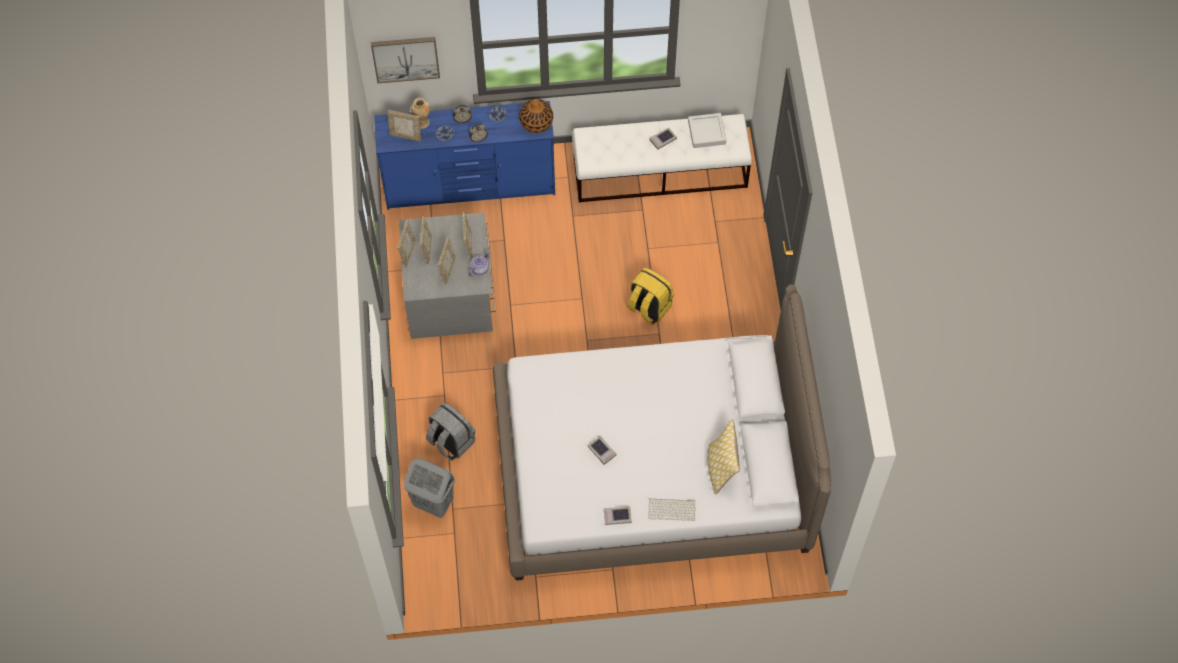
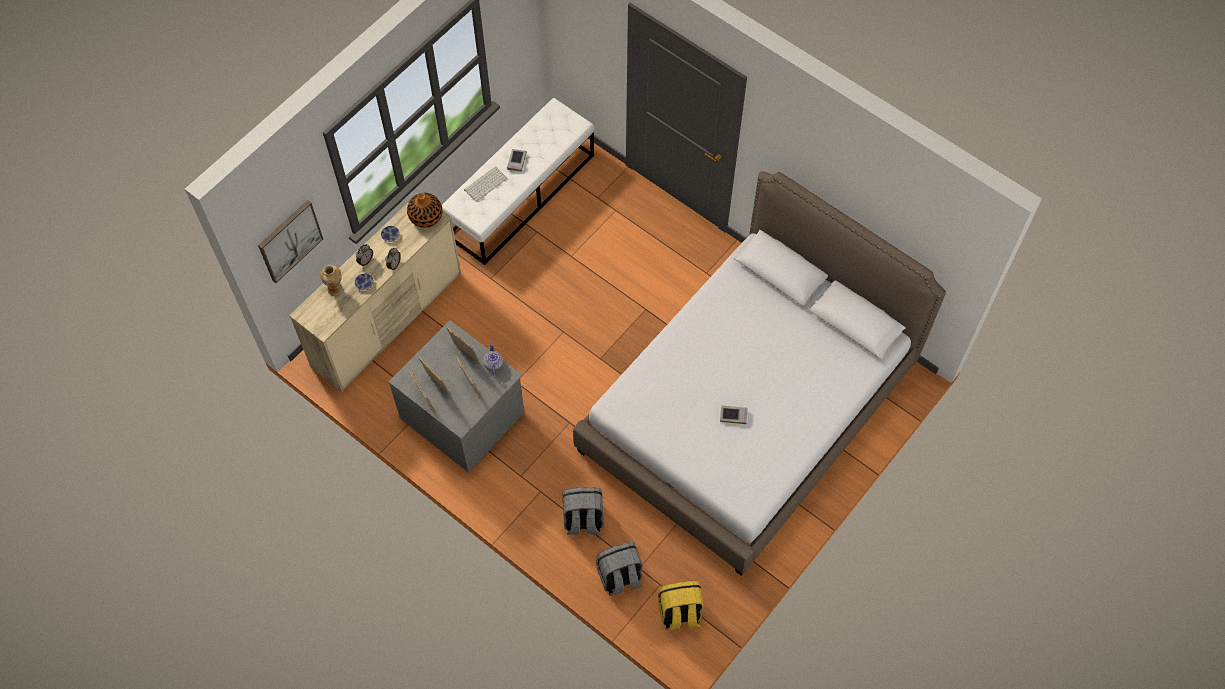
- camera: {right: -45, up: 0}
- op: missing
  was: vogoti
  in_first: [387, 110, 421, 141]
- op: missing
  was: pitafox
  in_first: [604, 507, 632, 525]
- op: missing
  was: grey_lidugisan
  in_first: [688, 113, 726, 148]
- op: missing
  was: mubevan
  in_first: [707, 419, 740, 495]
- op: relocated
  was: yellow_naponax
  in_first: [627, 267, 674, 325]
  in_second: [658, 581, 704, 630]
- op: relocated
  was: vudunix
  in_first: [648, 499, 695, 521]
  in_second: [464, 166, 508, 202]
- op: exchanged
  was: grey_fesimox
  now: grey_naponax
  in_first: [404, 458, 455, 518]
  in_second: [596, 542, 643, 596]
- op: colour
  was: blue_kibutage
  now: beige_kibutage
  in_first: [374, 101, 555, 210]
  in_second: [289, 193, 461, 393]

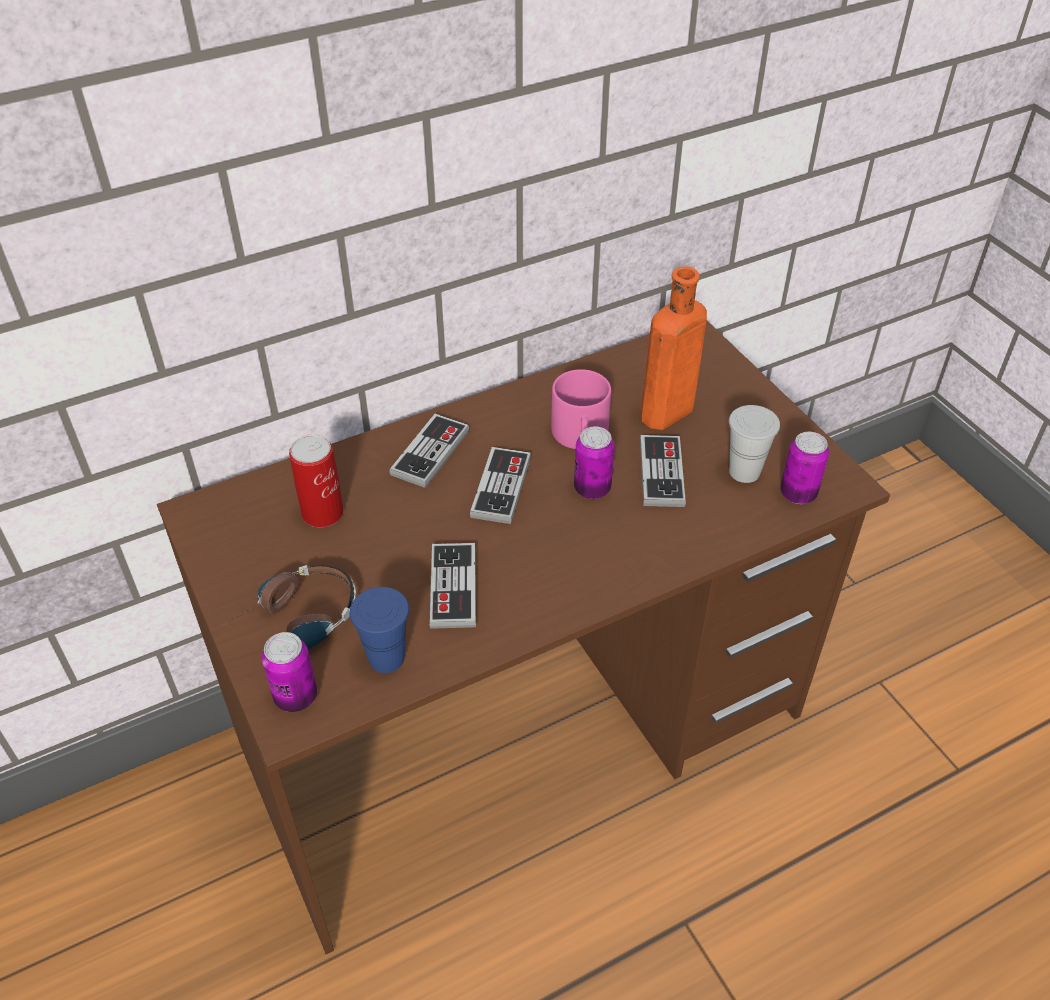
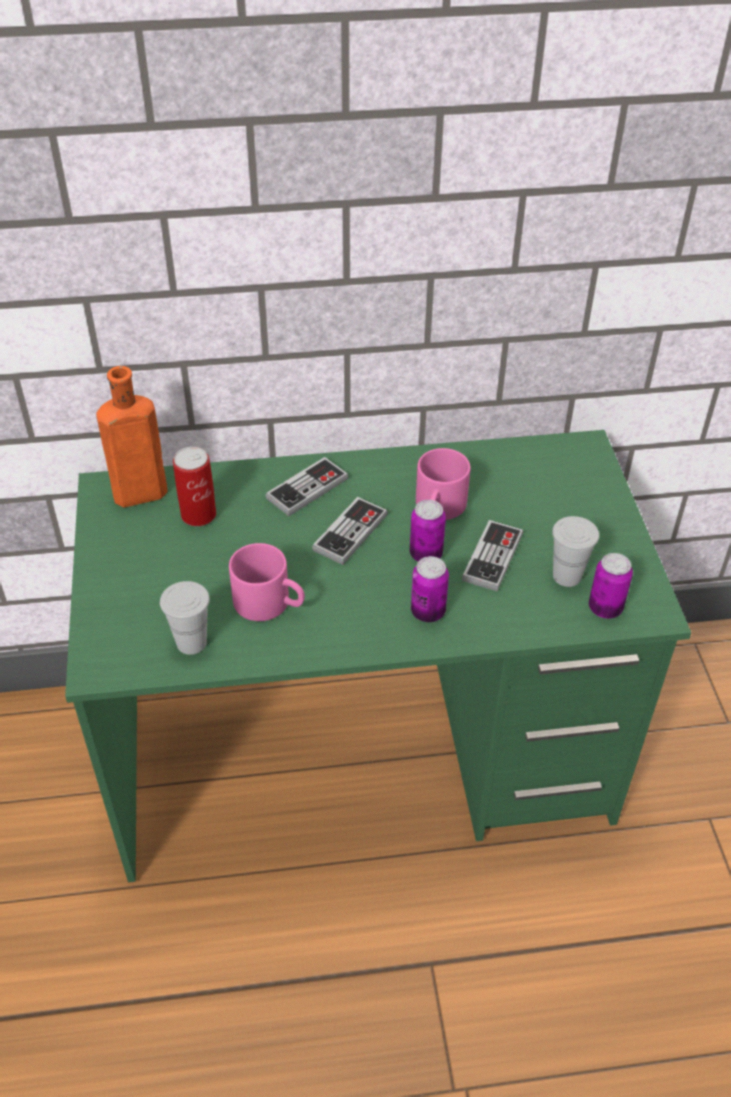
- camera: {right: 20, up: 0}
- op: missing
  was: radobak
  in_first: [222, 565, 356, 649]
- op: relocated
  was: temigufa
  in_first: [262, 632, 317, 712]
  in_second: [411, 556, 449, 622]
- op: relocated
  was: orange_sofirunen
  in_first: [641, 266, 707, 430]
  in_second: [96, 366, 168, 507]
- op: exchanged
  was: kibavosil
  now: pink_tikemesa
  in_first: [429, 543, 476, 629]
  in_second: [229, 543, 305, 621]
- op: colour
  was: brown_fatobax
  now: green_fatobax
  in_first: [157, 321, 890, 954]
  in_second: [65, 430, 691, 883]
- op: colour
  was: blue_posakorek
  now: white_posakorek
  in_first: [350, 587, 409, 673]
  in_second: [160, 581, 210, 655]

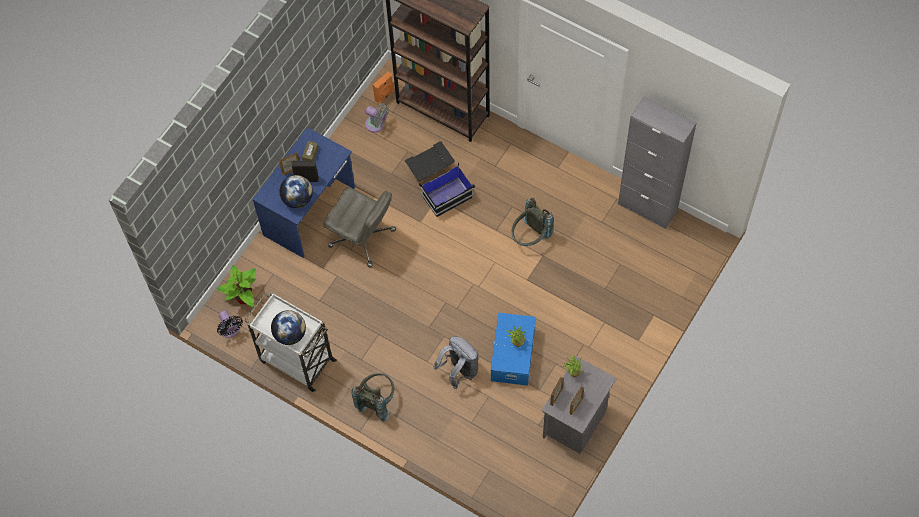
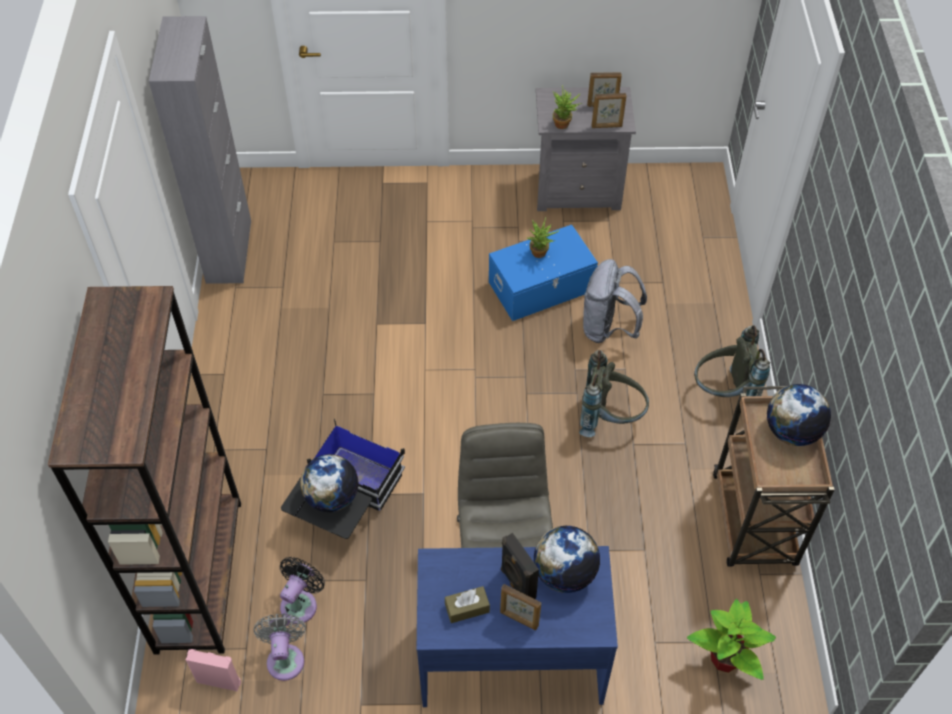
- camera: {right: -125, up: -10}
- op: appeared
  now: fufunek
  in_second: [300, 454, 359, 512]
- op: relocated
  was: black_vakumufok
  in_first: [217, 310, 243, 338]
  in_second: [280, 557, 325, 624]
- op: relocated
  was: grey_naponax
  in_first: [512, 198, 554, 246]
  in_second: [579, 350, 649, 437]
- op: colour
  was: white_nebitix
  now: brown_nebitix
  in_first: [244, 292, 337, 392]
  in_second: [713, 386, 835, 567]
- op: colour
  was: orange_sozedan
  now: pink_sozedan
  in_first: [373, 72, 394, 104]
  in_second: [186, 649, 241, 691]

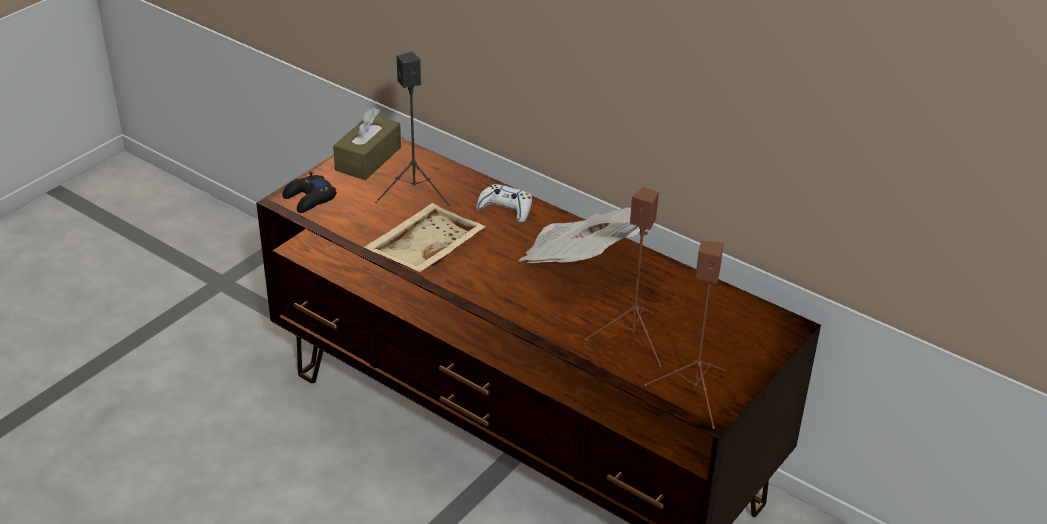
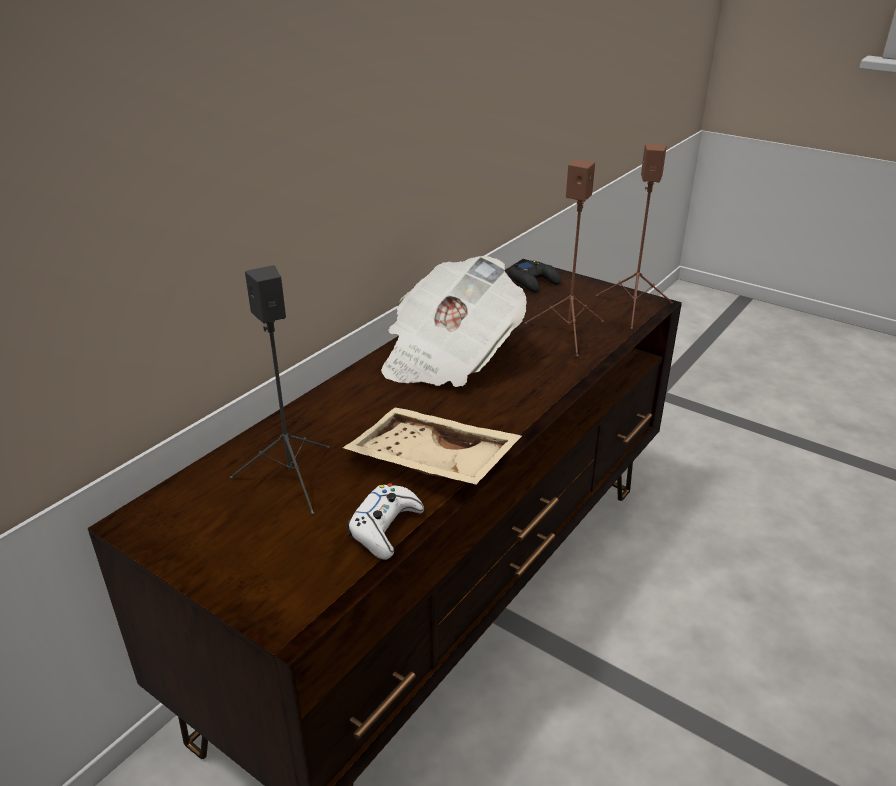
- camera: {right: -90, up: -5}
- op: missing
  was: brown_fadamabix
  in_first: [333, 108, 401, 180]
- op: relocated
  was: black_kibavosil
  in_first: [282, 172, 337, 213]
  in_second: [508, 261, 561, 293]
- op: relocated
  was: white_kibavosil
  in_first: [476, 184, 532, 223]
  in_second: [347, 483, 424, 560]

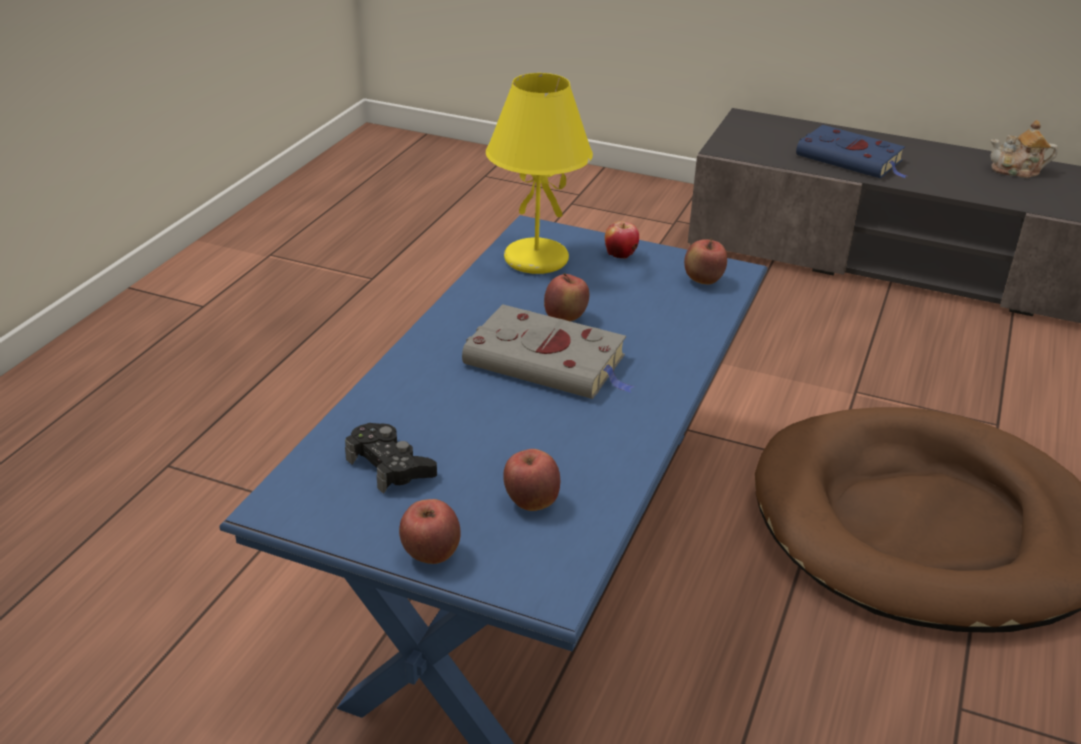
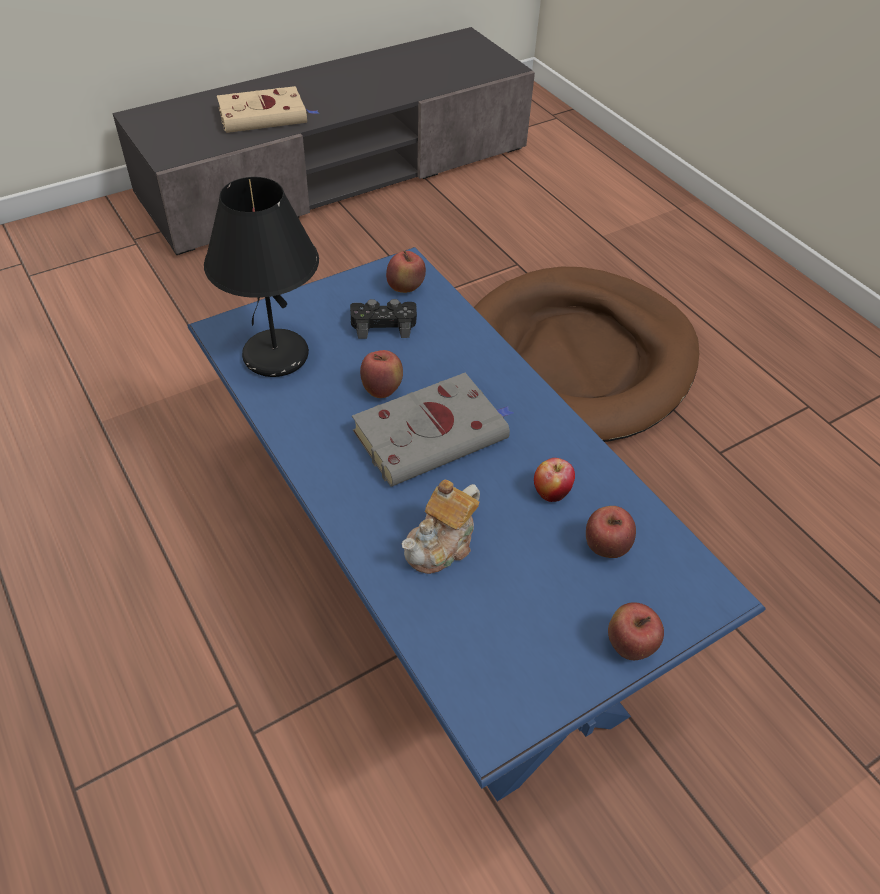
- camera: {right: -55, up: 15}
- op: relocated
  was: black_kibavosil
  in_first: [345, 423, 437, 494]
  in_second: [350, 299, 417, 339]
- op: relocated
  was: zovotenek
  in_first: [605, 221, 639, 259]
  in_second: [534, 458, 575, 502]
- op: relocated
  was: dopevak
  in_first: [990, 120, 1058, 178]
  in_second: [402, 480, 480, 574]
- op: colour
  was: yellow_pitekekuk
  now: black_pitekekuk
  in_first: [486, 73, 593, 274]
  in_second: [204, 177, 319, 377]
- op: colour
  was: blue_pitafox
  now: beige_pitafox
  in_first: [796, 125, 907, 178]
  in_second: [217, 86, 318, 133]

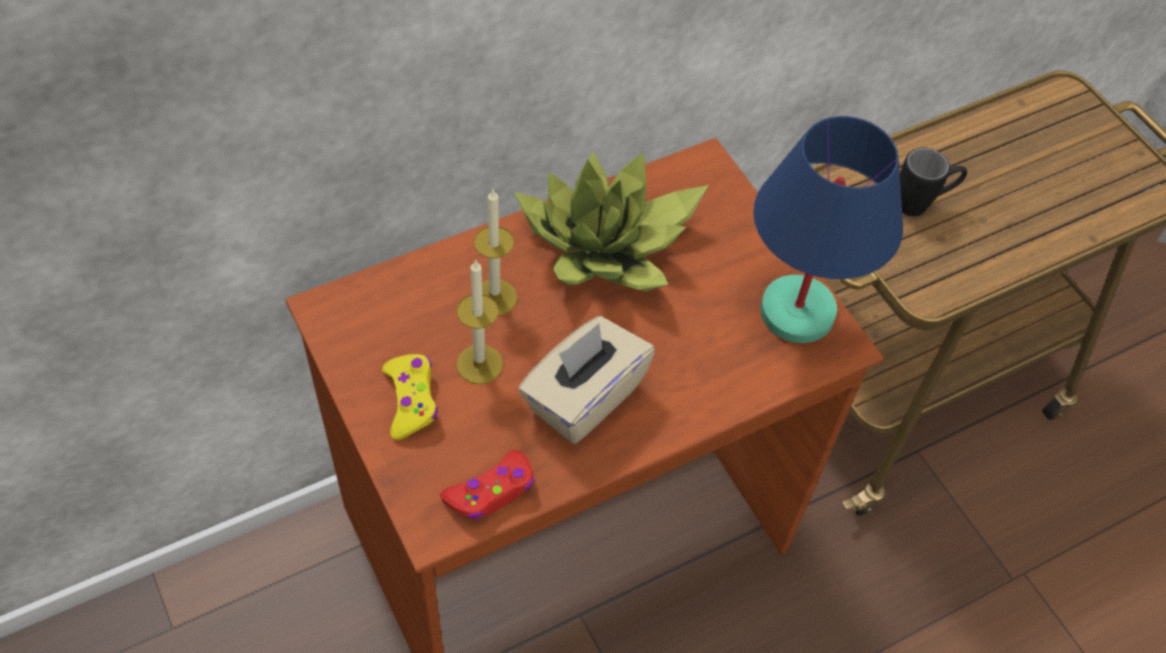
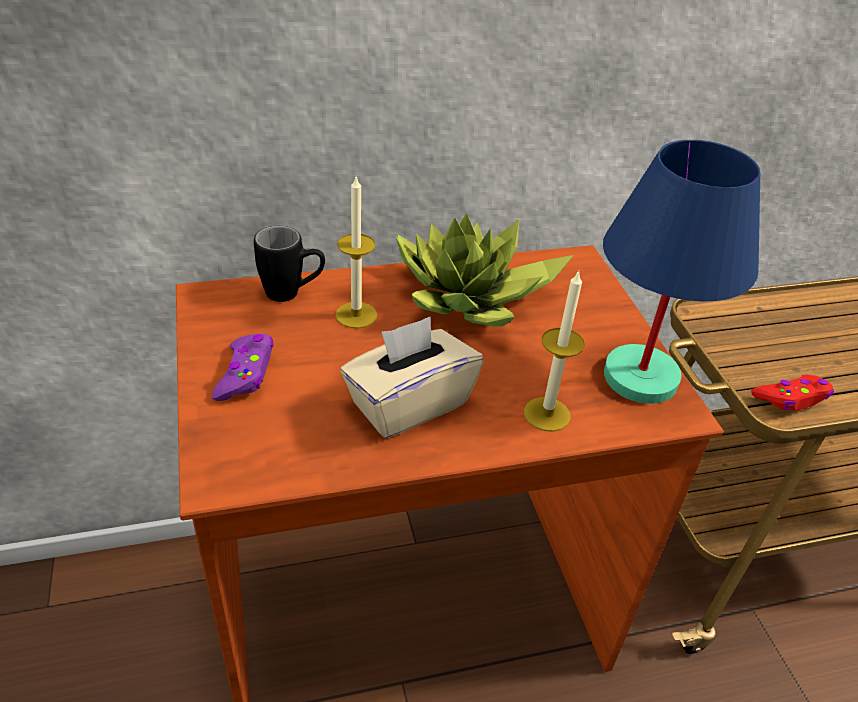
- camera: {right: 15, up: -15}
- op: relocated
  was: red_kibavosil
  in_first: [440, 450, 535, 521]
  in_second: [751, 374, 834, 411]
- op: relocated
  was: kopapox
  in_first: [456, 260, 503, 384]
  in_second: [524, 271, 585, 432]
- op: relocated
  was: black_tikemesa
  in_first: [900, 148, 967, 217]
  in_second: [254, 226, 325, 302]
- op: colour
  was: yellow_kibavosil
  now: purple_kibavosil
  in_first: [382, 354, 438, 440]
  in_second: [212, 334, 274, 401]

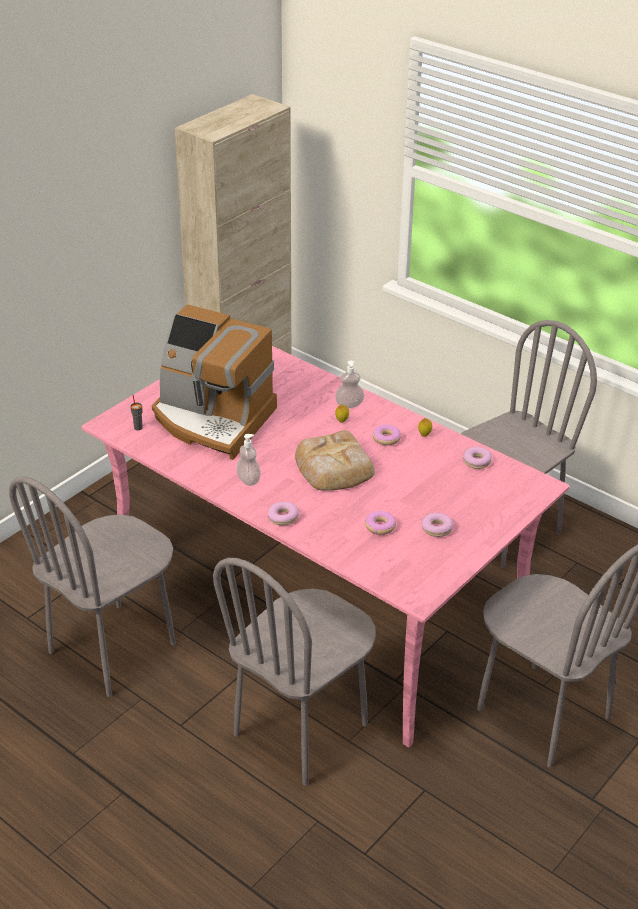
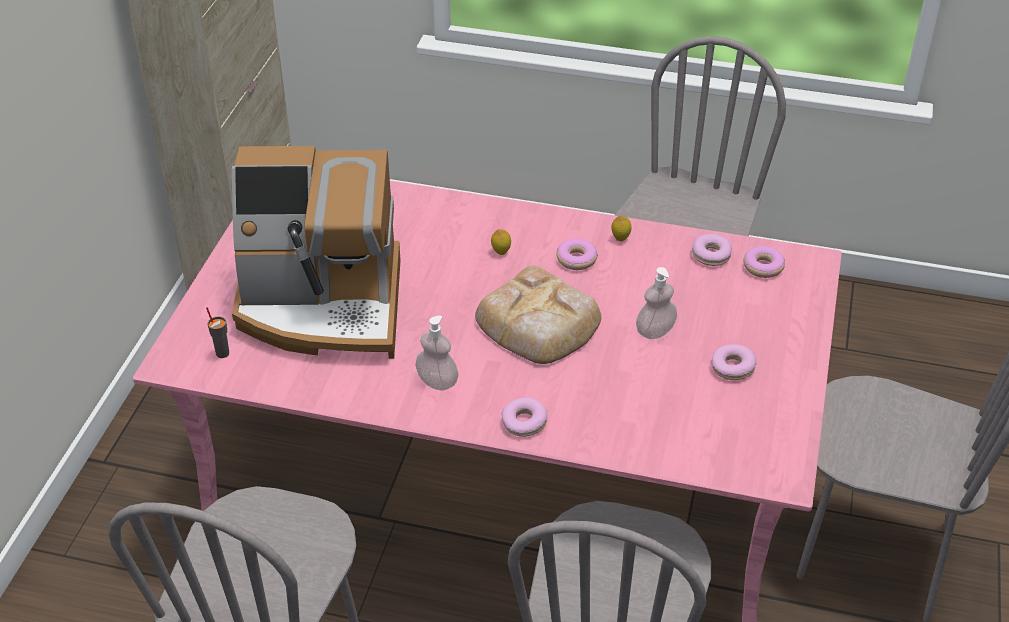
- camera: {right: -25, up: 5}
- op: relocated
  was: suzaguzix
  in_first: [335, 360, 364, 408]
  in_second: [636, 267, 677, 339]
- op: relocated
  was: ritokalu
  in_first: [365, 511, 396, 535]
  in_second: [743, 246, 785, 278]

